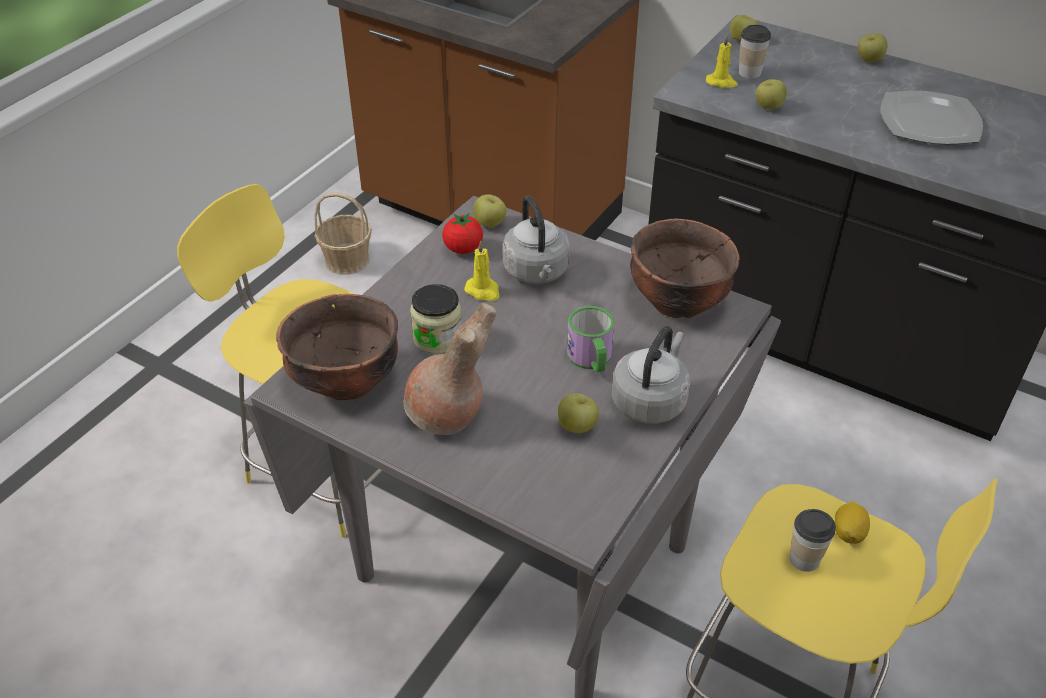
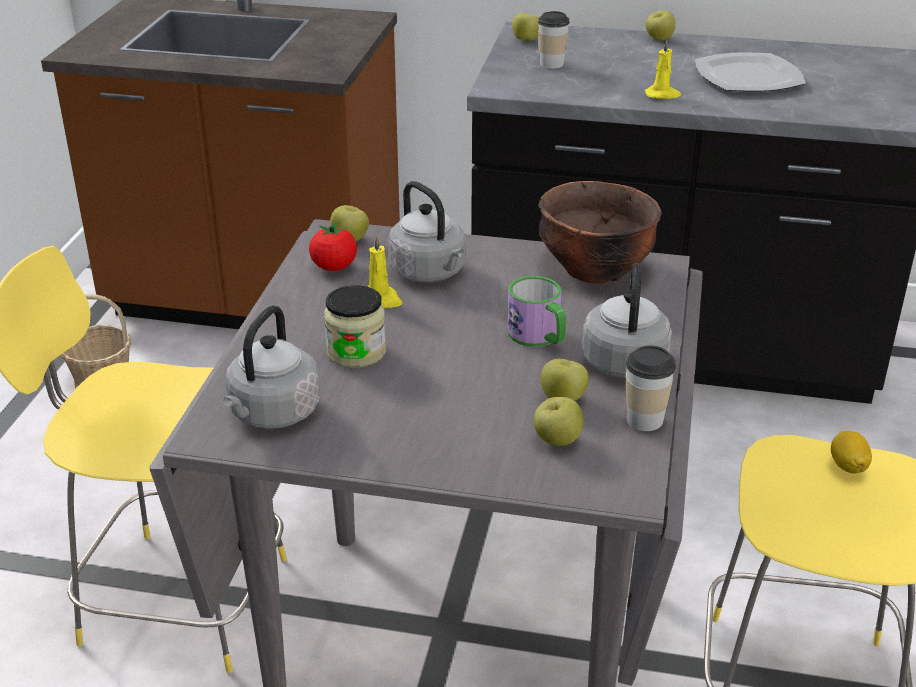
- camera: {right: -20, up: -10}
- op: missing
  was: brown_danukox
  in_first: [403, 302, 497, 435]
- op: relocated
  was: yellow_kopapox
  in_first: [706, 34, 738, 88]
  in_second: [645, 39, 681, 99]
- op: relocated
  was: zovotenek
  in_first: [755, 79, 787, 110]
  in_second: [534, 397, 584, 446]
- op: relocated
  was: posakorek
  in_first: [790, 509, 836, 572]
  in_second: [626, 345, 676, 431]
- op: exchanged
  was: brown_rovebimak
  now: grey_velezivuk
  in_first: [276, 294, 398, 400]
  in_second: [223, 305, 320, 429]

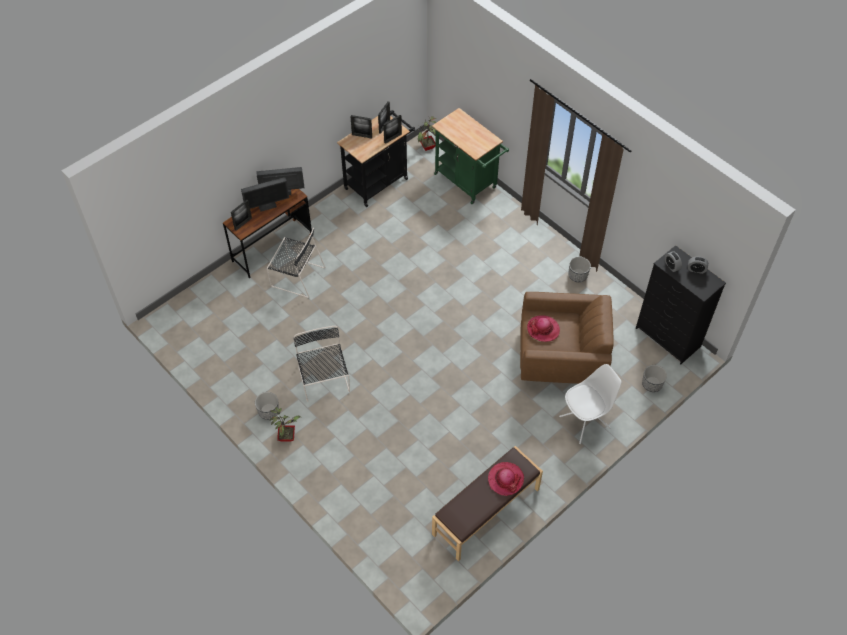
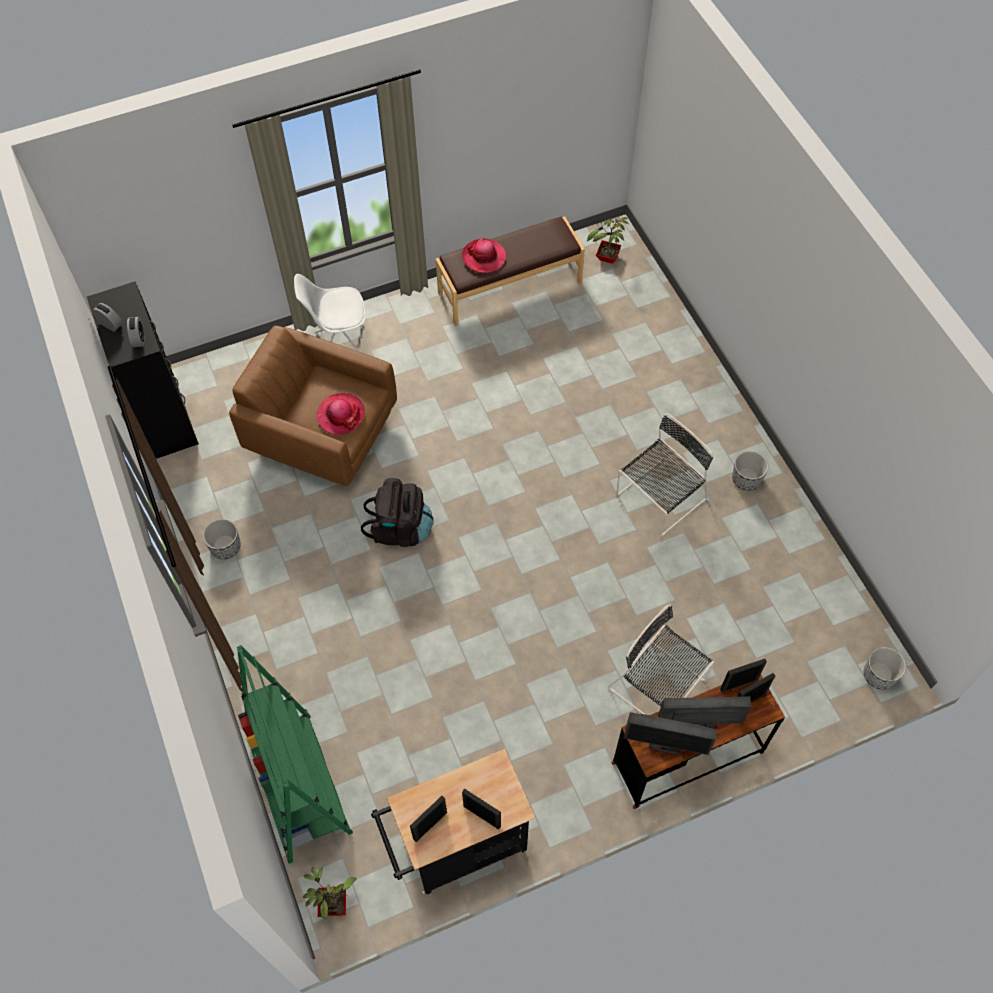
- camera: {right: -160, up: 5}
- op: appeared
  now: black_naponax
  in_second: [361, 478, 434, 547]
- op: relocated
  was: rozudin
  in_first: [270, 407, 302, 441]
  in_second: [587, 214, 628, 263]
- op: relocated
  was: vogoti
  in_first: [383, 115, 402, 144]
  in_second: [720, 659, 767, 692]
- op: relocated
  was: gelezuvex
  in_first: [642, 365, 667, 392]
  in_second: [864, 647, 906, 690]
- op: exchanged
  was: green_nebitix
  now: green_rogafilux
  in_first: [432, 108, 509, 204]
  in_second: [237, 645, 353, 864]
- op: spun
  was: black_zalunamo
  in_first: [293, 326, 350, 402]
  in_second: [616, 414, 713, 536]
  clockwise: -135

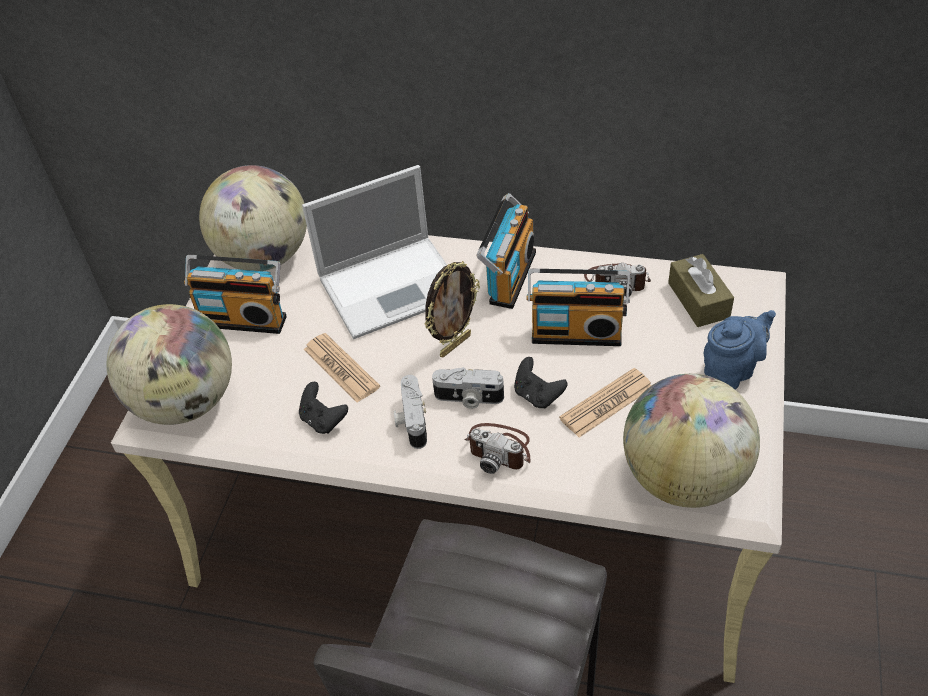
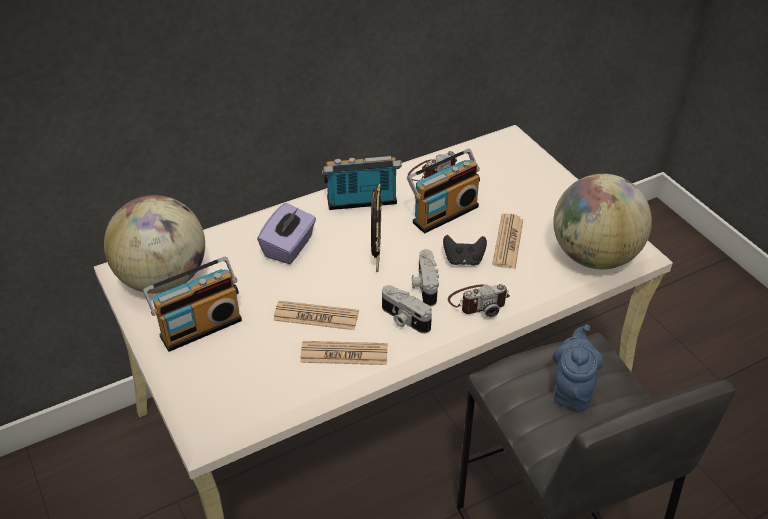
- camera: {right: -45, up: -5}
- op: missing
  was: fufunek
  in_first: [106, 304, 232, 425]
- op: missing
  was: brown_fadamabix
  in_first: [668, 254, 734, 327]
- op: relocated
  was: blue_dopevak
  in_first: [704, 310, 776, 390]
  in_second: [553, 325, 604, 411]
- op: exchanged
  was: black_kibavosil
  now: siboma
  in_first: [299, 382, 348, 434]
  in_second: [300, 341, 388, 365]
- op: exchanged
  was: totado
  now: purple_fadamabix
  in_first: [302, 165, 447, 339]
  in_second: [257, 203, 316, 264]
- op: spun
  was: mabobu
  in_first: [432, 367, 504, 409]
  in_second: [412, 249, 439, 306]
  clockwise: 120
- op: spun
  was: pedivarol
  in_first: [476, 193, 536, 309]
  in_second: [322, 156, 402, 210]
  clockwise: -75

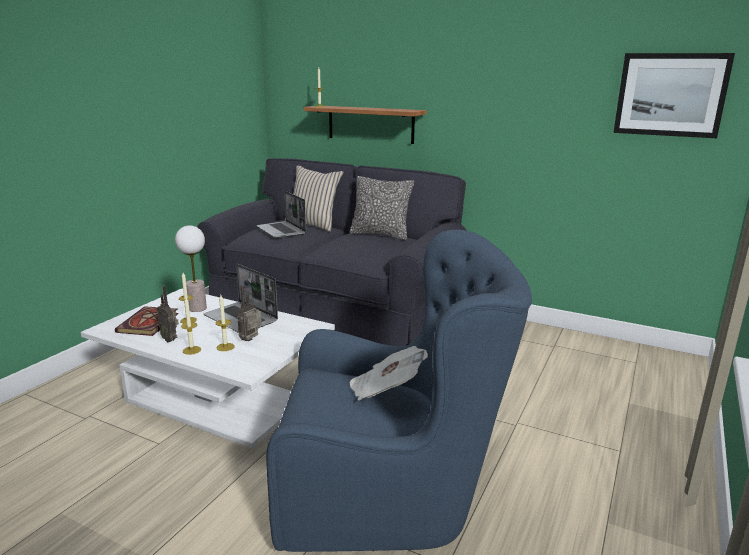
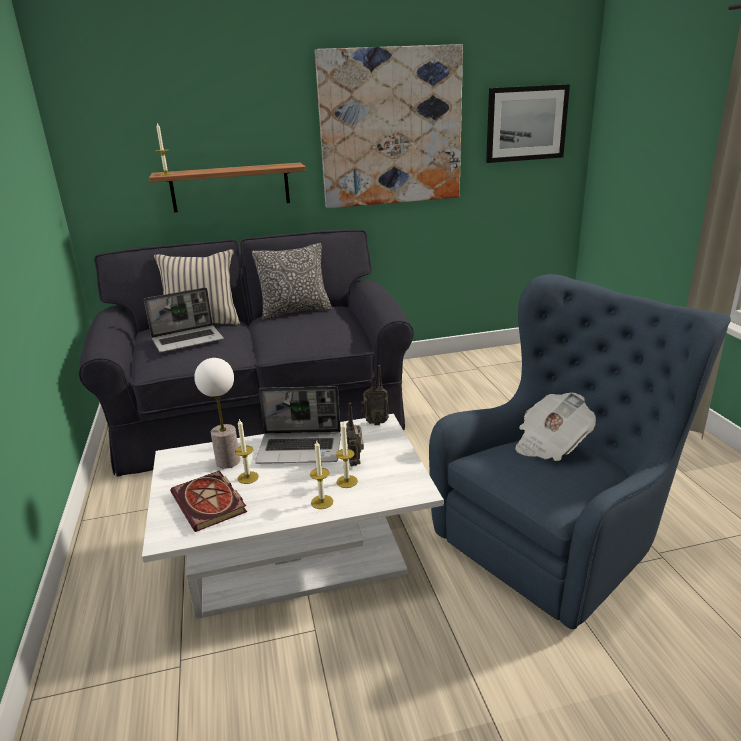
- camera: {right: -40, up: 5}
- op: appeared
  now: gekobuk
  in_second: [315, 44, 463, 208]
- op: relocated
  was: pedivarol
  in_first: [157, 285, 179, 342]
  in_second: [361, 365, 389, 425]
- op: spun
  was: totado
  in_first: [256, 191, 306, 238]
  in_second: [144, 287, 224, 353]
  clockwise: -45

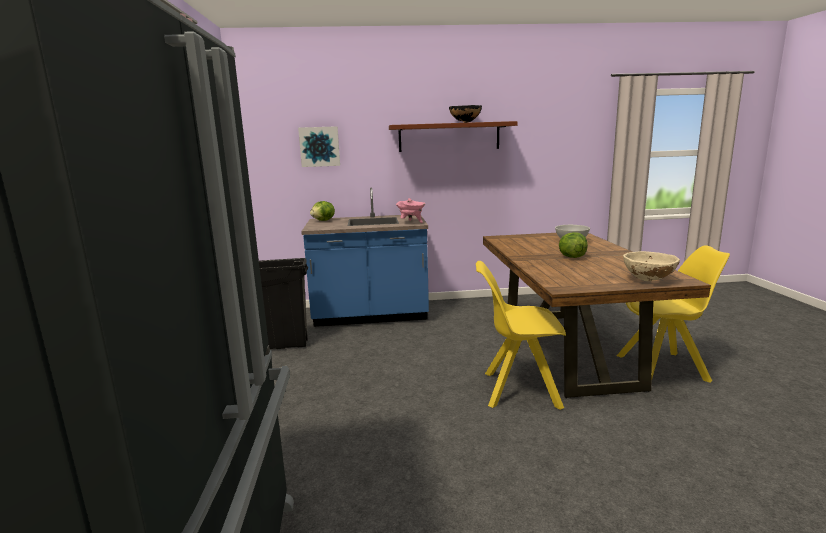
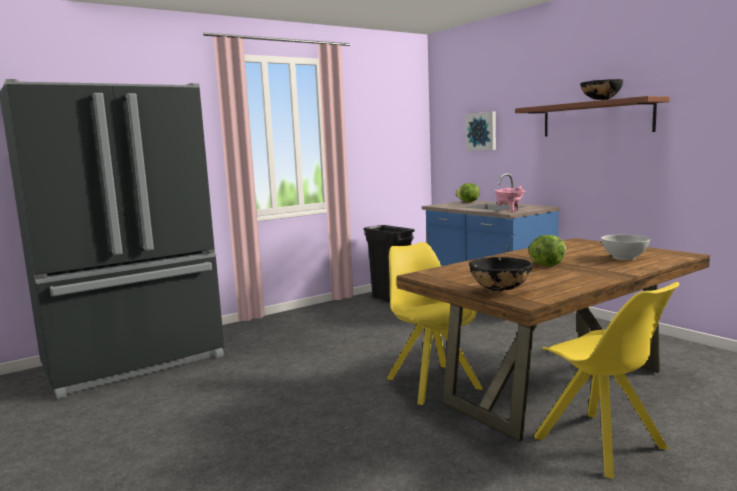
- camera: {right: 60, up: -5}
- op: colour
  was: beige_rovebimak
  now: black_rovebimak
  in_first: [623, 251, 680, 281]
  in_second: [469, 257, 532, 292]

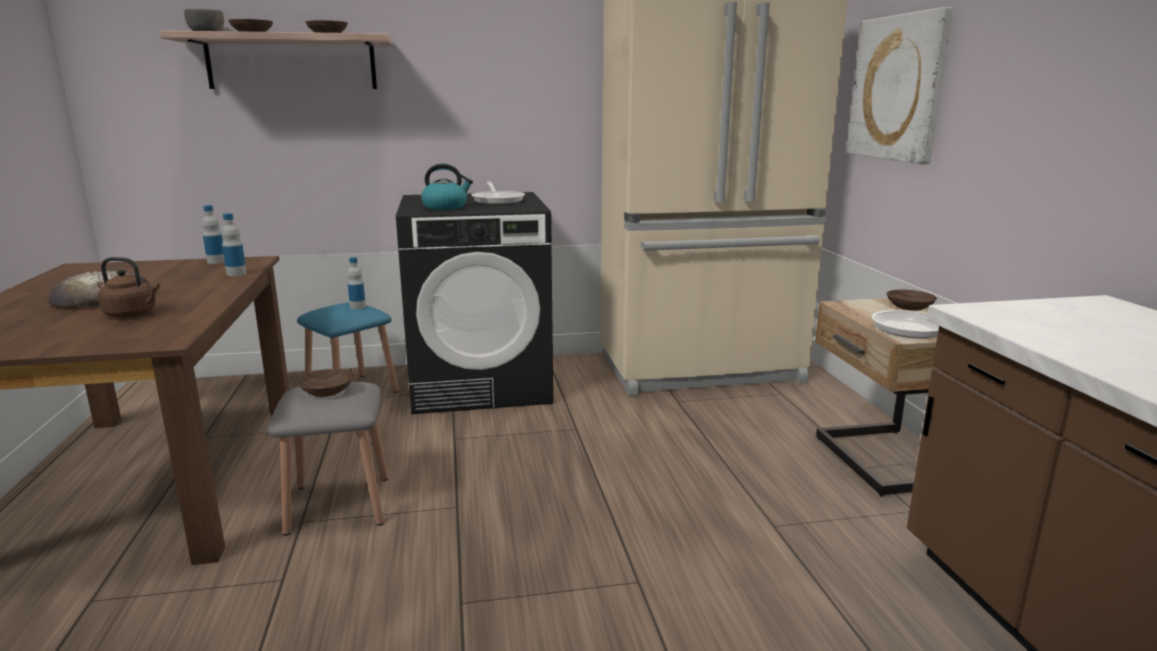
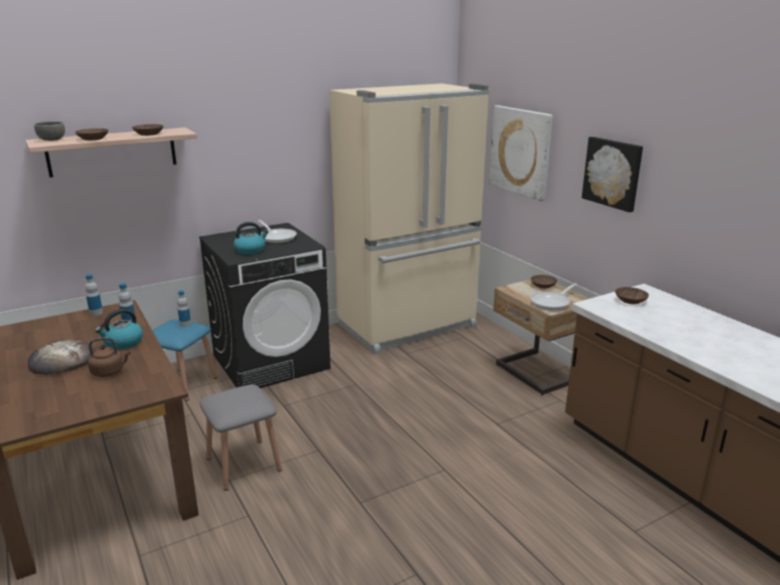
- camera: {right: -20, up: 5}
- op: appeared
  now: velezivuk
  in_second: [95, 309, 143, 350]
- op: appeared
  now: gekobuk
  in_second: [582, 137, 643, 212]
- op: relocated
  was: brown_rovebimak
  in_first: [297, 369, 353, 397]
  in_second: [615, 287, 649, 304]

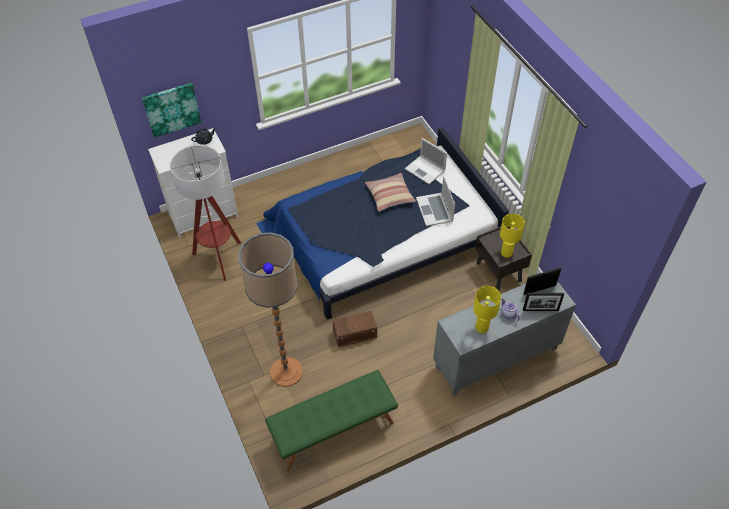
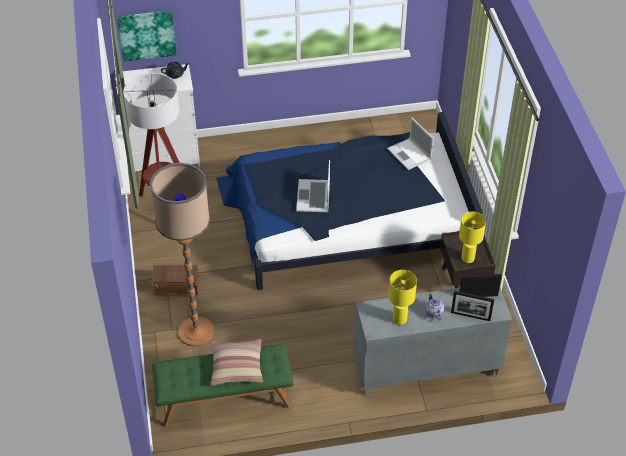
- camera: {right: 15, up: -5}
- op: relocated
  was: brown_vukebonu
  in_first: [333, 311, 377, 347]
  in_second: [152, 265, 199, 296]
- op: relocated
  was: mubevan
  in_first: [365, 173, 416, 212]
  in_second: [211, 339, 263, 385]
- op: relocated
  was: totado
  in_first: [416, 176, 455, 226]
  in_second: [296, 160, 330, 212]

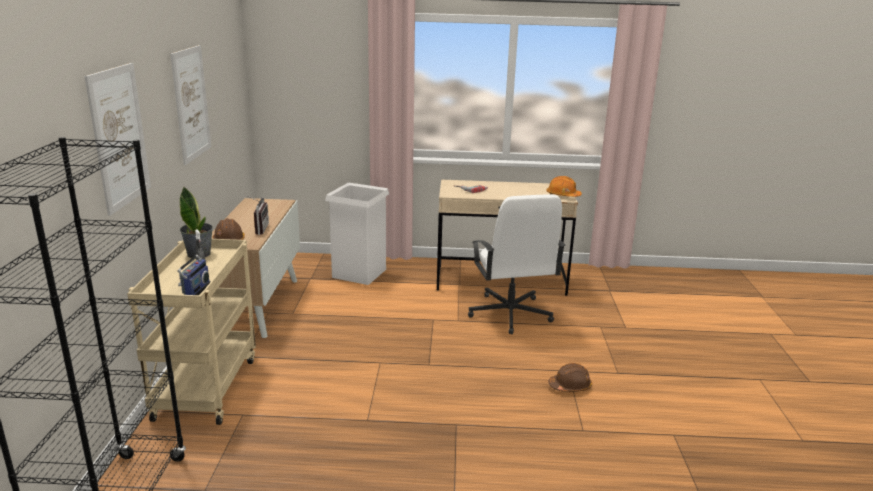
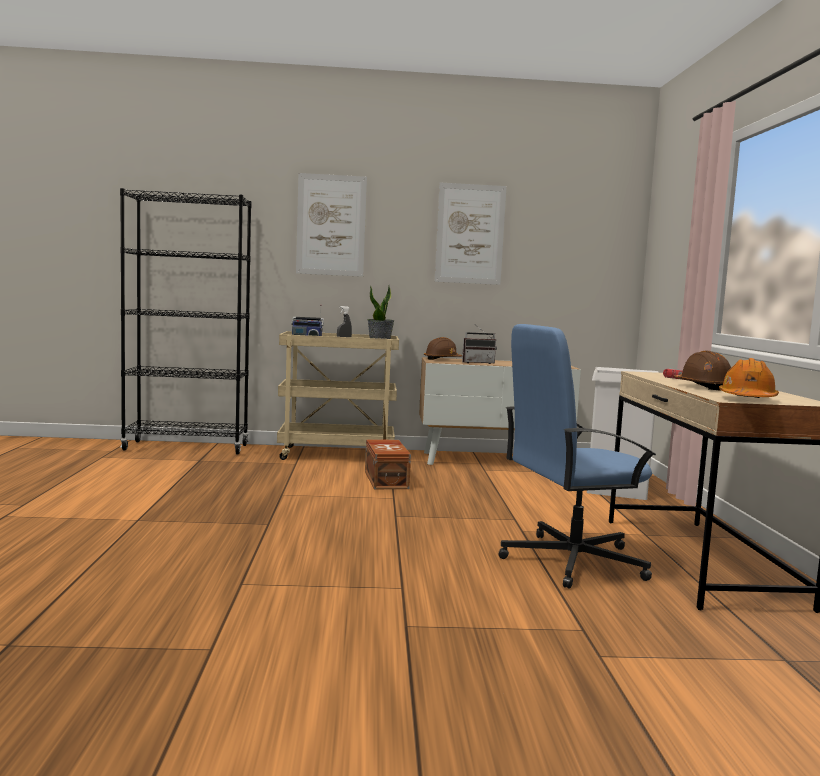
- camera: {right: 85, up: -15}
- op: appeared
  now: brown_vukebonu
  in_second: [365, 439, 411, 489]
- op: relocated
  was: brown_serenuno
  in_first: [548, 363, 592, 392]
  in_second: [674, 350, 731, 391]
- op: colour
  was: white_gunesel
  now: blue_gunesel
  in_first: [468, 194, 565, 334]
  in_second: [499, 324, 656, 589]

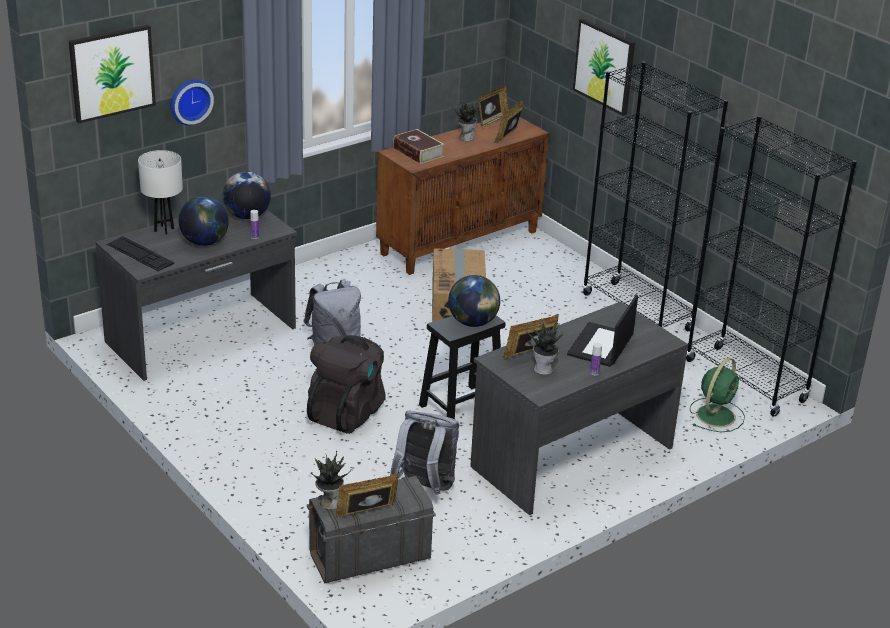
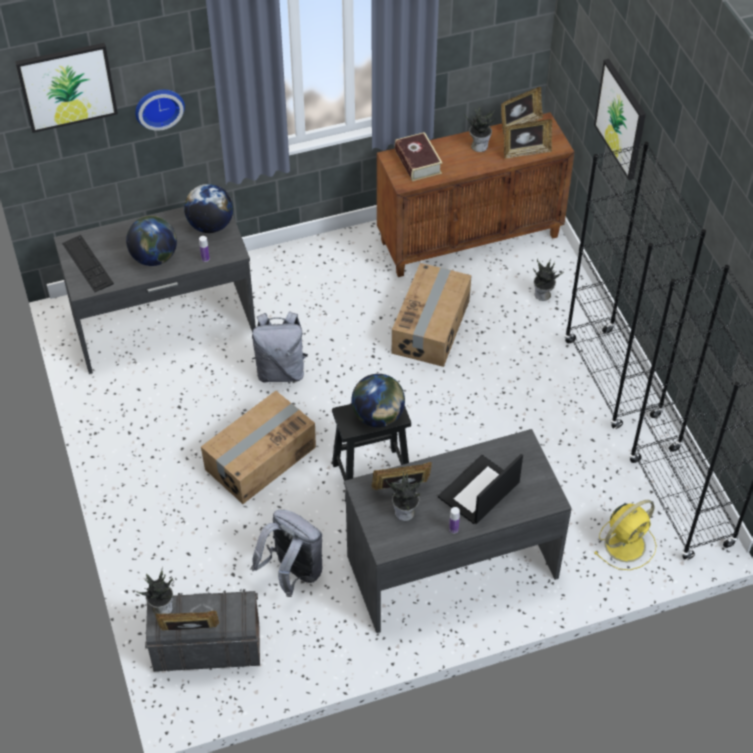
- camera: {right: 20, up: 20}
- op: missing
  was: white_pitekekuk
  in_first: [138, 150, 183, 235]
- op: appeared
  now: rozudin
  in_second: [533, 258, 563, 301]
- op: exchanged
  was: black_naponax
  now: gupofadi
  in_first: [307, 335, 386, 434]
  in_second: [201, 391, 316, 504]
- op: colour
  was: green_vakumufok
  now: yellow_vakumufok
  in_first: [690, 358, 745, 432]
  in_second: [594, 500, 657, 570]
- op: spun
  was: vogoti
  in_first: [494, 100, 524, 143]
  in_second: [504, 119, 552, 159]
  clockwise: -150

